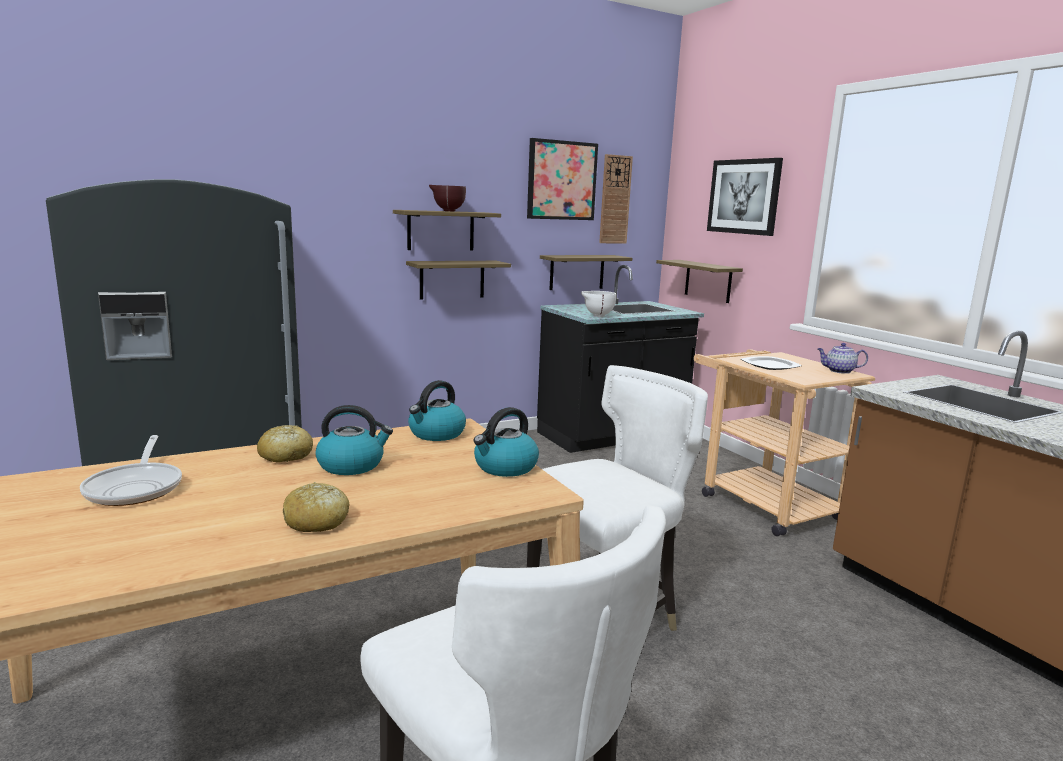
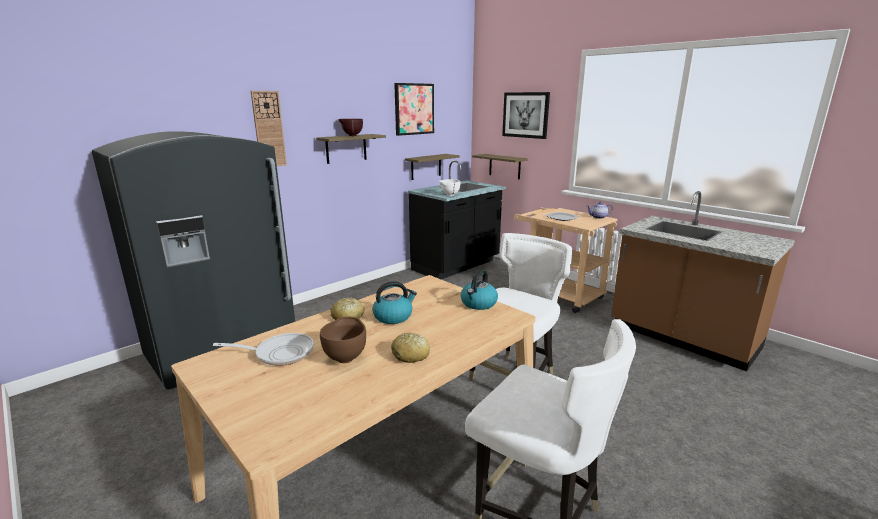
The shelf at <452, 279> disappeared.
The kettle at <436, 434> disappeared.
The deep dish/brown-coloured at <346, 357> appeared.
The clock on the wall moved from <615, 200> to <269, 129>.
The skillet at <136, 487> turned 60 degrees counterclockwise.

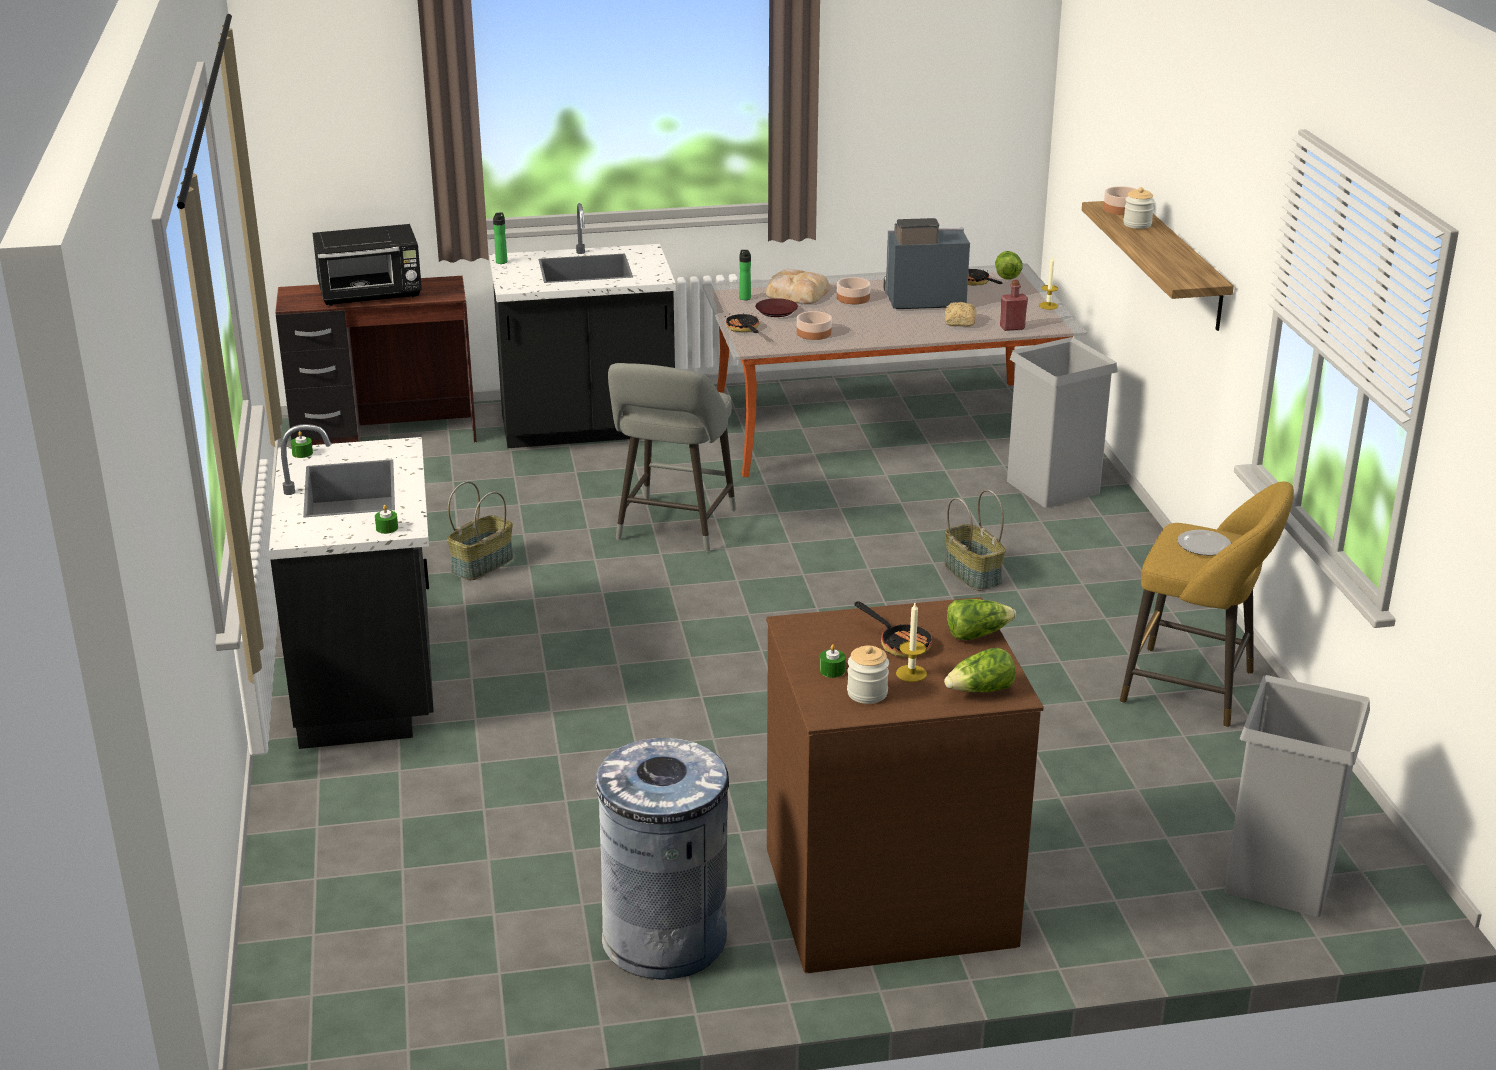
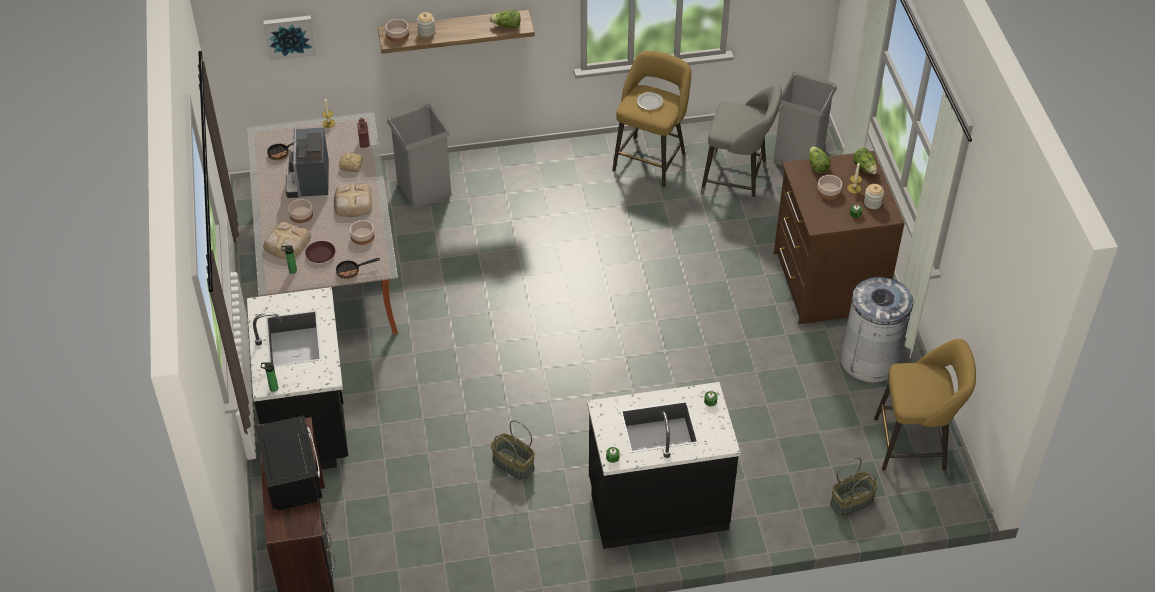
The wall picture at <290, 36> appeared.
The bread at <352, 203> appeared.
The stool seat/yellow-coloured at <914, 444> appeared.
The stool seat/greyish moved from <673, 528> to <738, 181>.
The basket moved from <973, 574> to <851, 501>.
The lettuce moved from <1006, 274> to <507, 26>.
The skillet at <899, 643> was replaced by the deep dish at <828, 191>.

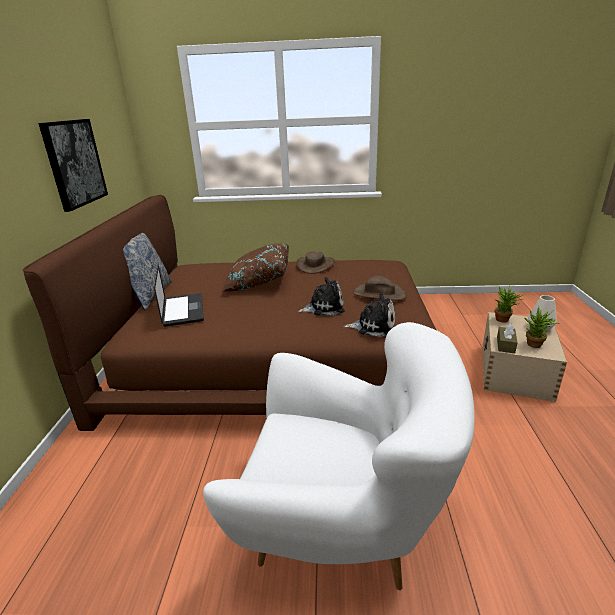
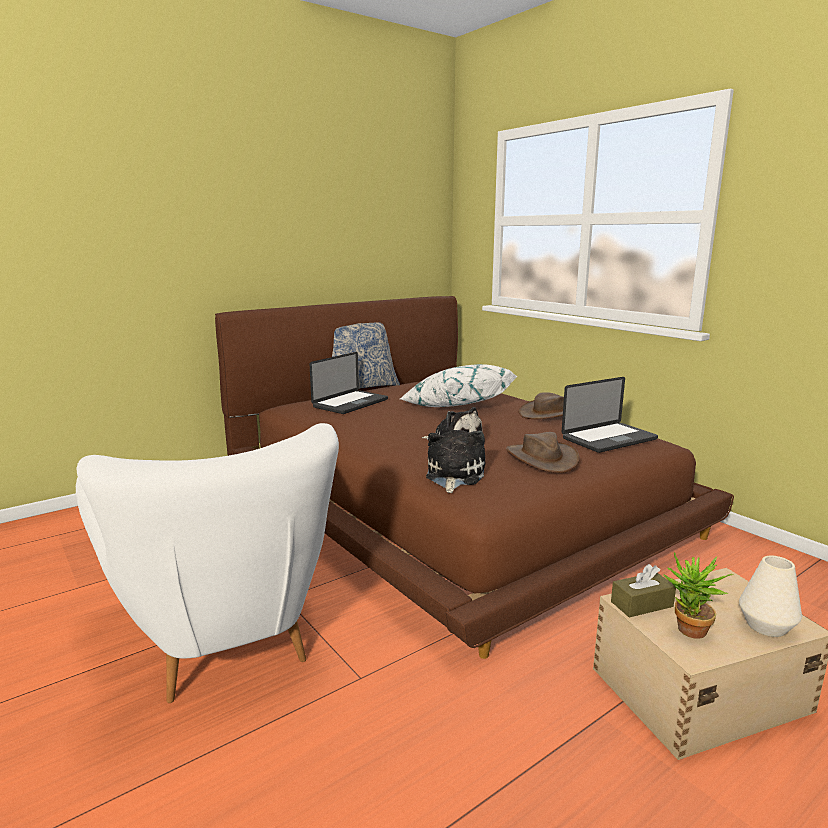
The wall picture at <74, 163> disappeared.
The plant in a pot at <504, 320> disappeared.
The notebook computer at <609, 439> appeared.
The throw pillow/brown-coloured at <258, 282> became the throw pillow/white-coloured at <456, 406>.
The plush toy at <373, 326> turned 135 degrees counterclockwise.

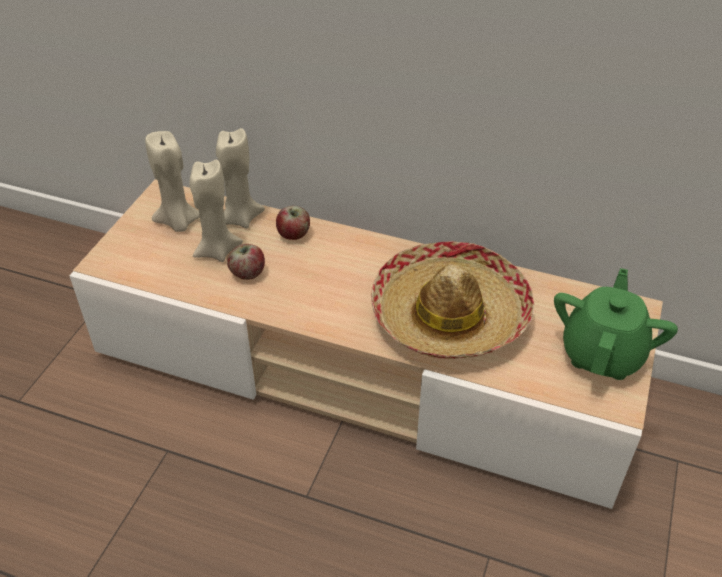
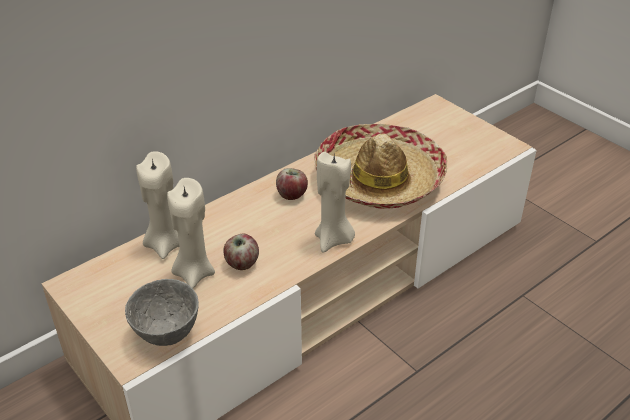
The tea pot/green-coloured at <602, 354> disappeared.
The deep dish/greyish at <168, 334> appeared.
The wax light/sand-coloured moved from <178, 222> to <333, 240>.
The whole apple moved from <294, 235> to <292, 195>.

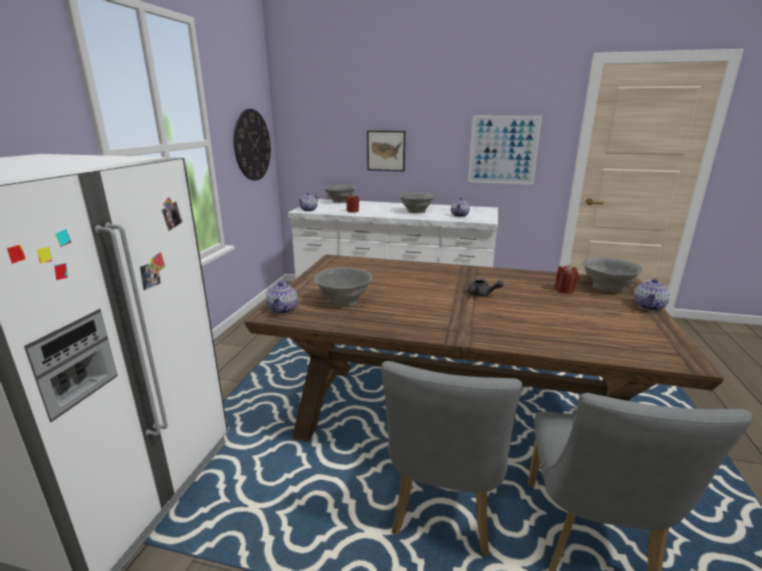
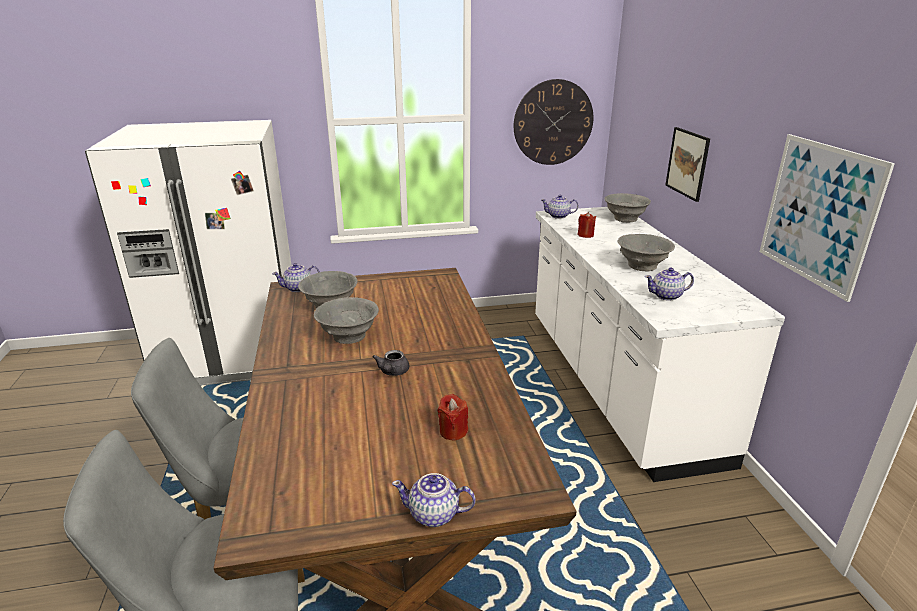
The deep dish/greyish moved from <607, 288> to <348, 336>.

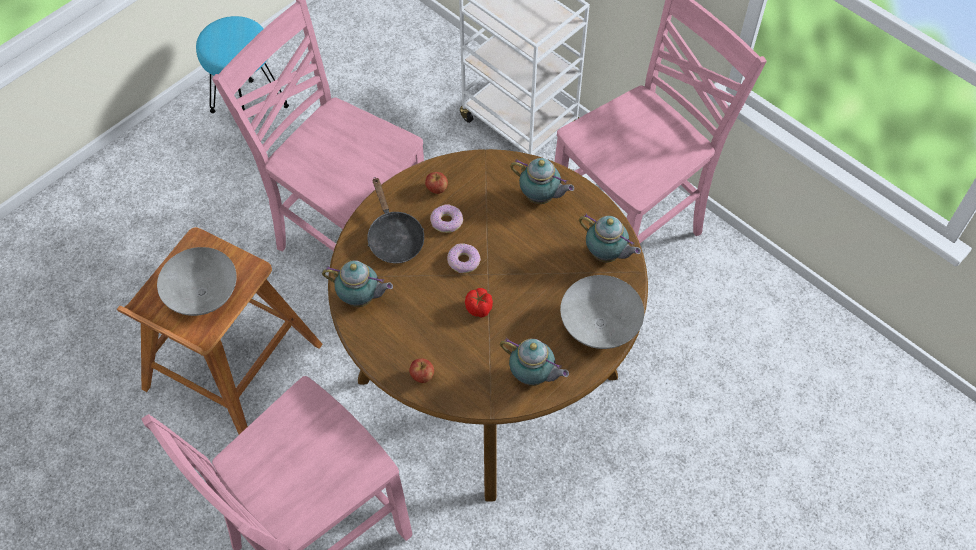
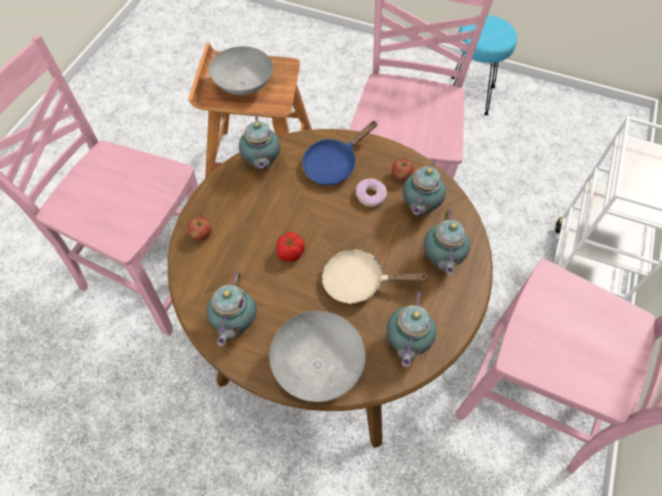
The donut at <463, 261> disappeared.
The skillet/sand-coloured at <359, 282> appeared.
The tea pot at <419, 208> appeared.
The skillet/black-coloured at <394, 237> became the skillet/blue-coloured at <333, 164>.

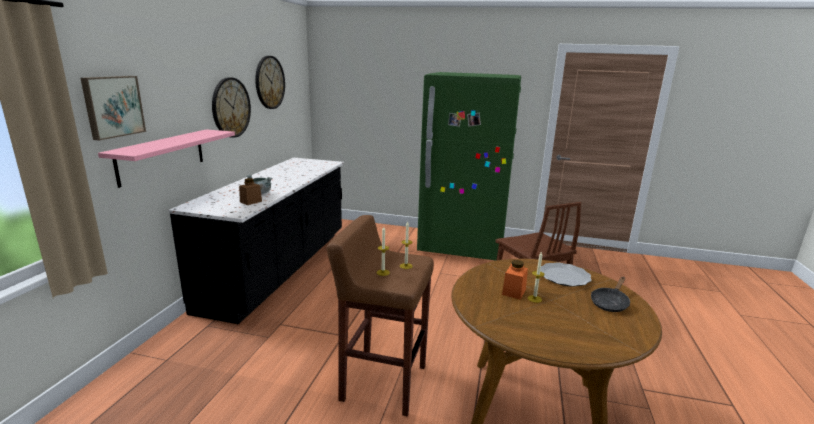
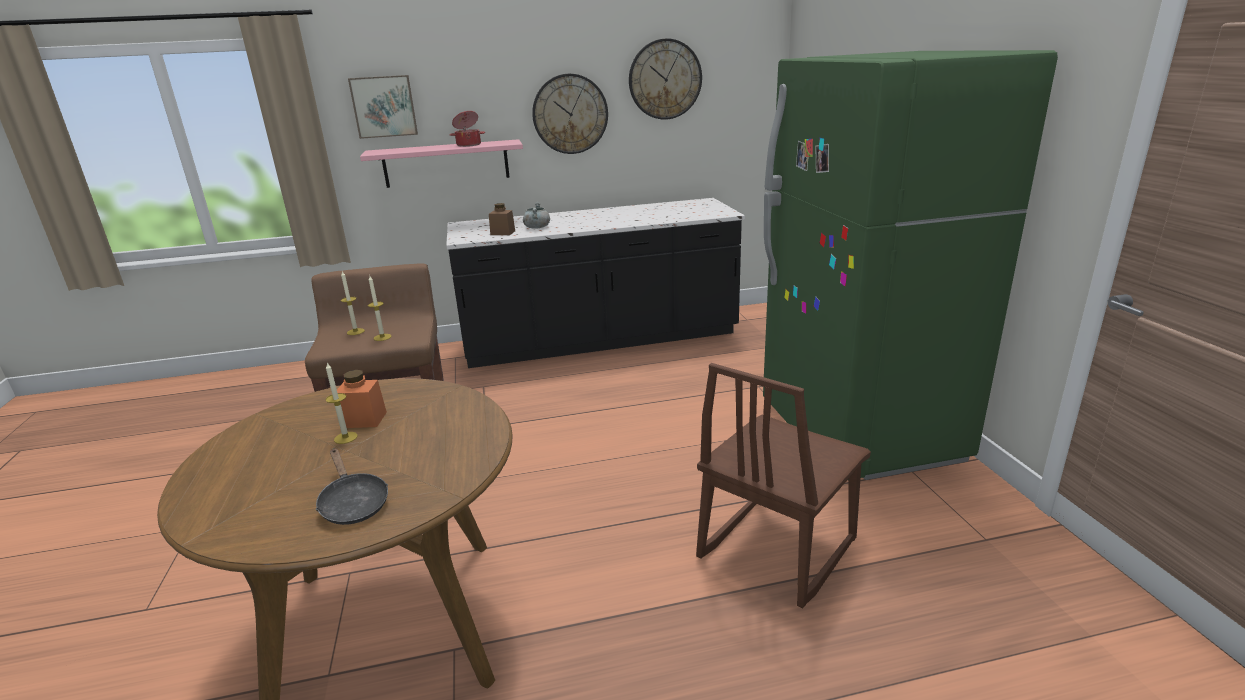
The dinner plate at <564, 276> disappeared.
The saucepot at <469, 145> appeared.
The skillet/black-coloured at <610, 303> turned 135 degrees counterclockwise.

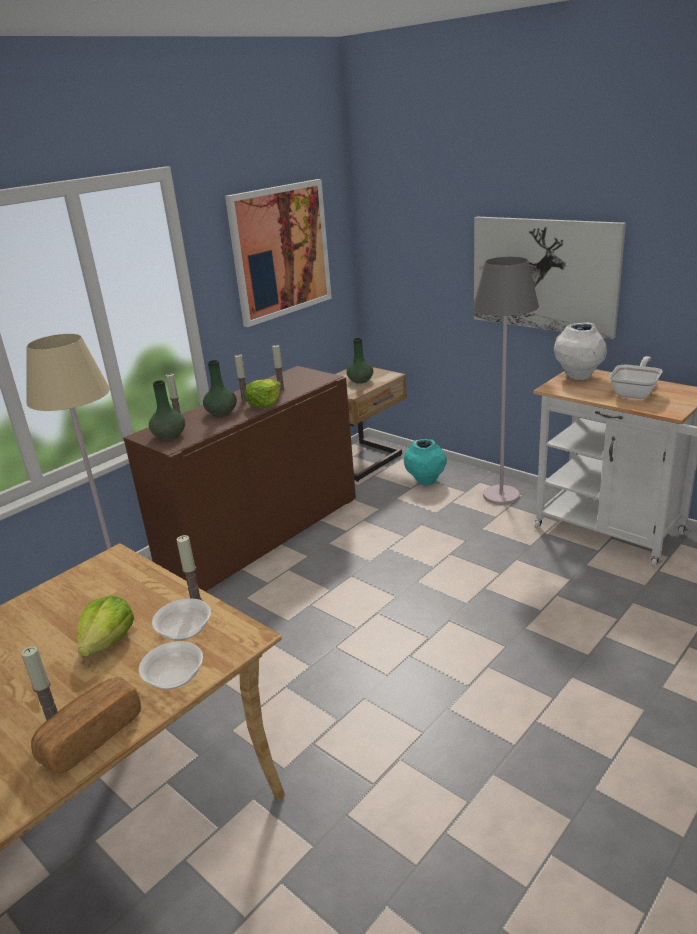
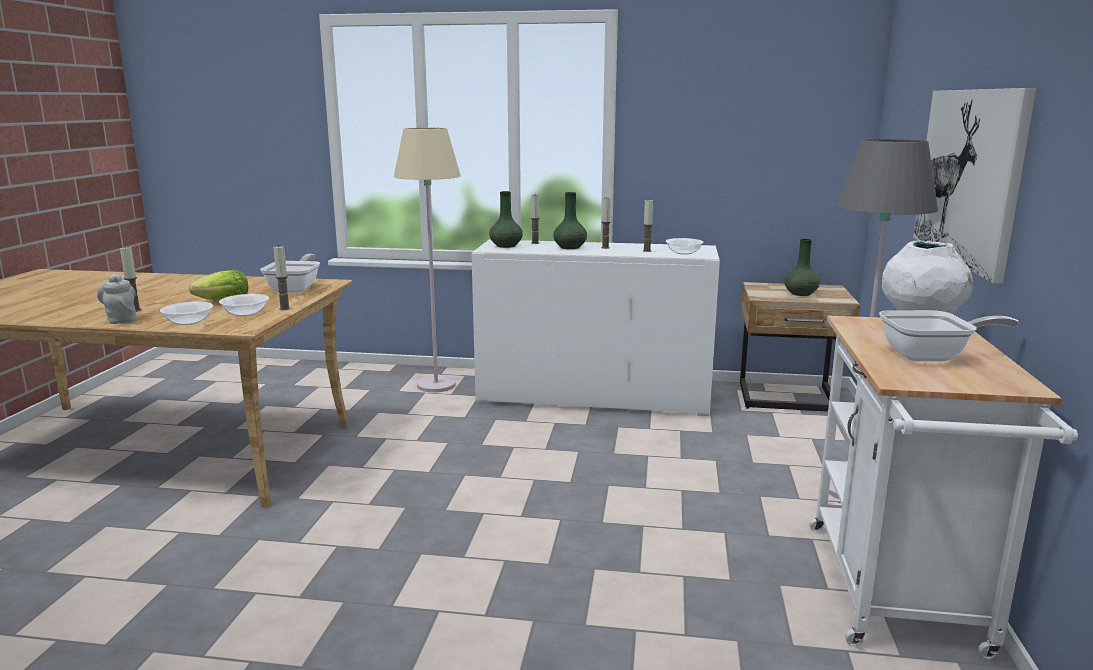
The wall picture at <280, 251> disappeared.
The lettuce at <264, 403> disappeared.
The decorative vase/blue-green at <426, 481> disappeared.
The skillet at <296, 288> appeared.
The deep dish at <683, 253> appeared.
The bread at <91, 737> was replaced by the tea pot/greyish at <121, 319>.
The cupboard/brown-coloured at <262, 534> became the cupboard/white-coloured at <593, 397>.

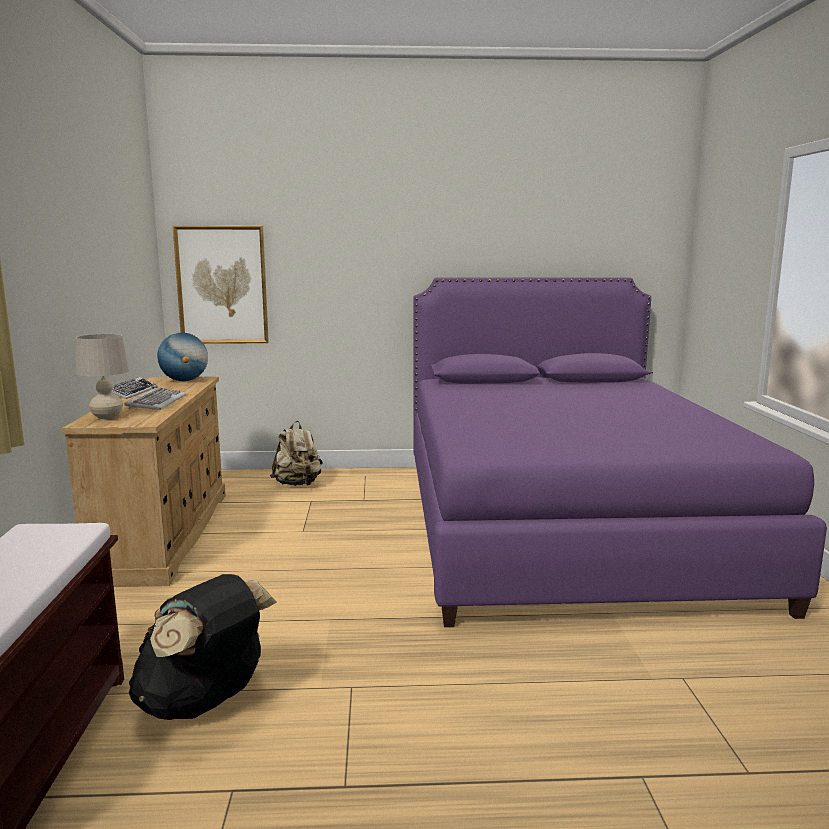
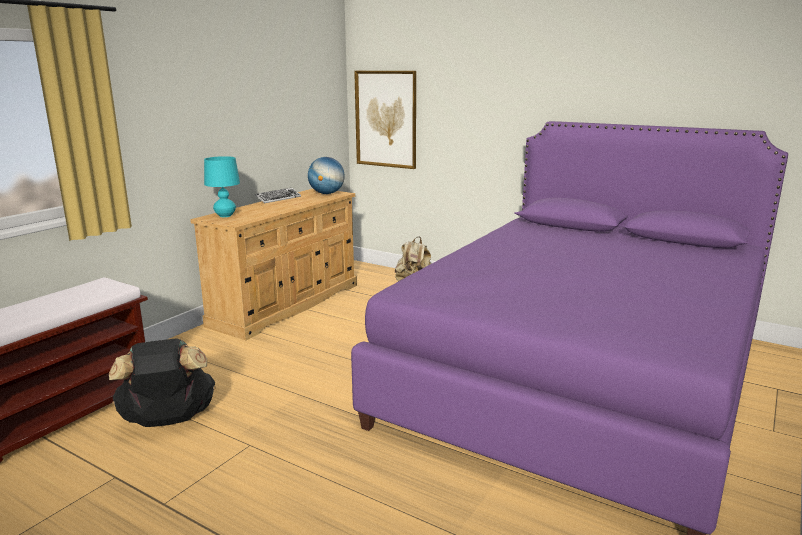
The computer keyboard at <156, 402> disappeared.
The table lamp/sand-coloured at <107, 417> became the table lamp/blue-green at <225, 216>.

